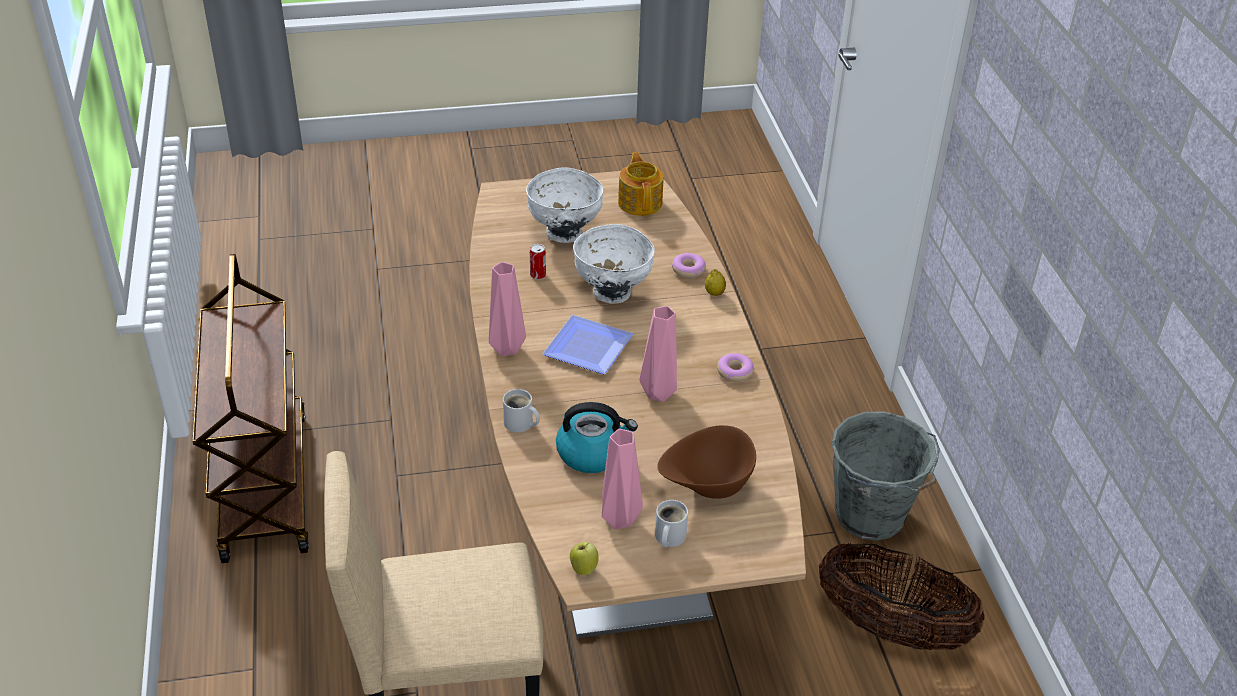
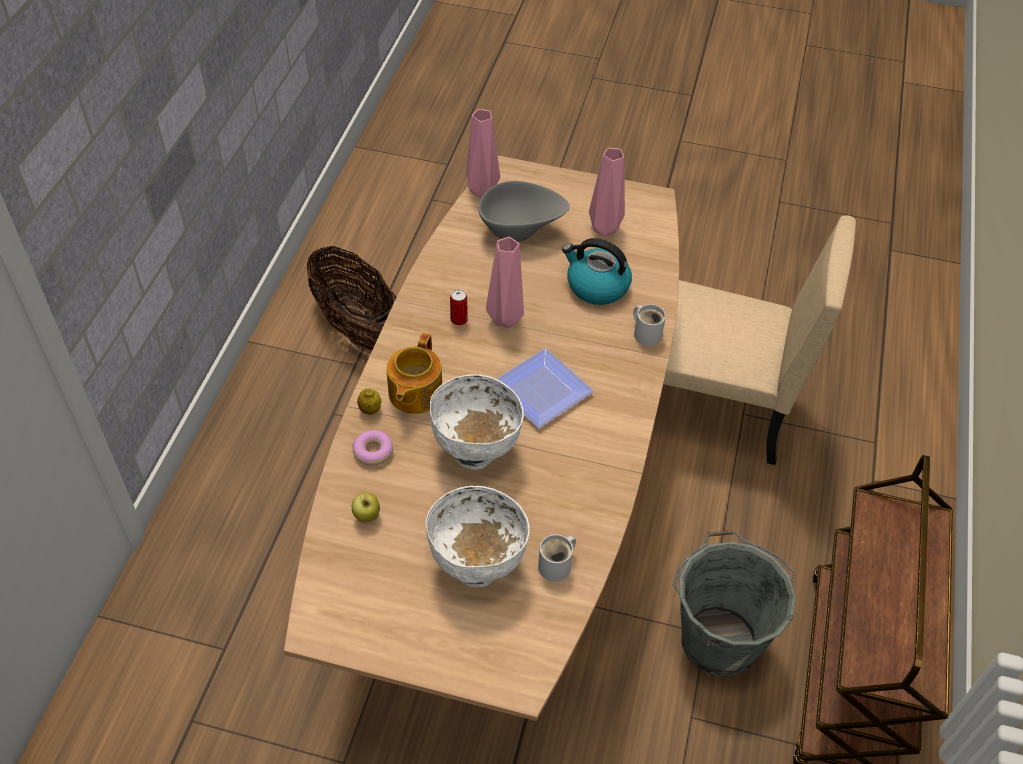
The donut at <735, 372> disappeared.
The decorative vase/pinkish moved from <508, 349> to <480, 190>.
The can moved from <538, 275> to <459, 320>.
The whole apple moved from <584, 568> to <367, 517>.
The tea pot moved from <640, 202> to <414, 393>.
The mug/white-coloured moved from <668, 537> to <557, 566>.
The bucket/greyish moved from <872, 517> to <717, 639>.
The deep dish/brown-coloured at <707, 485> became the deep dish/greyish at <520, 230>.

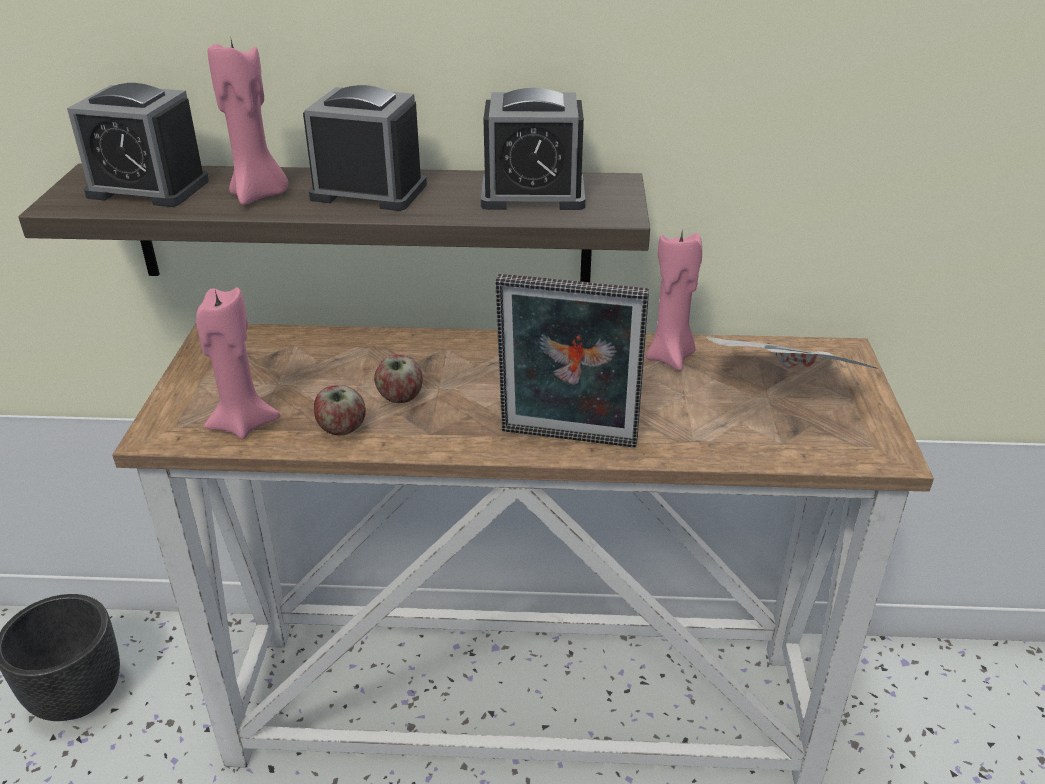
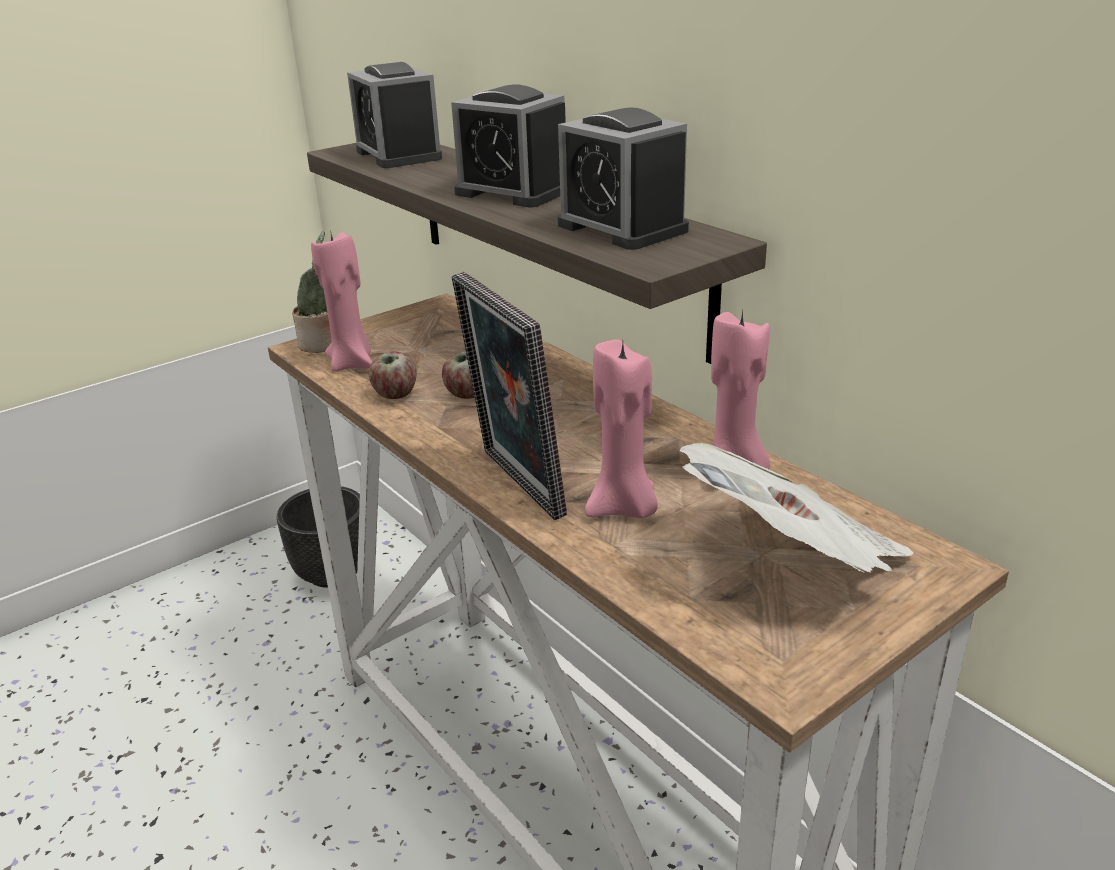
The plant in a pot at <322, 344> appeared.
The wax light/pinkish moved from <259, 195> to <624, 508>.
The table clock at <369, 191> turned 150 degrees clockwise.

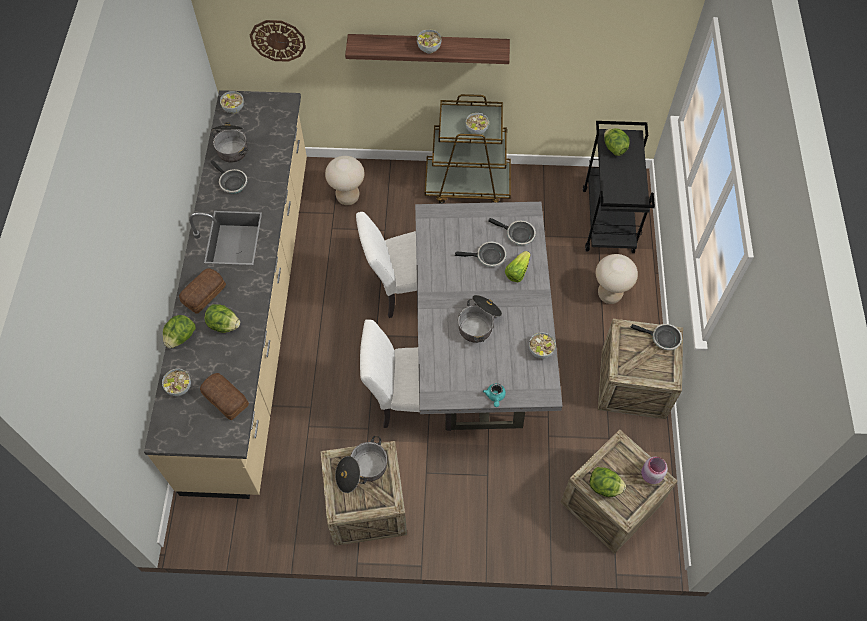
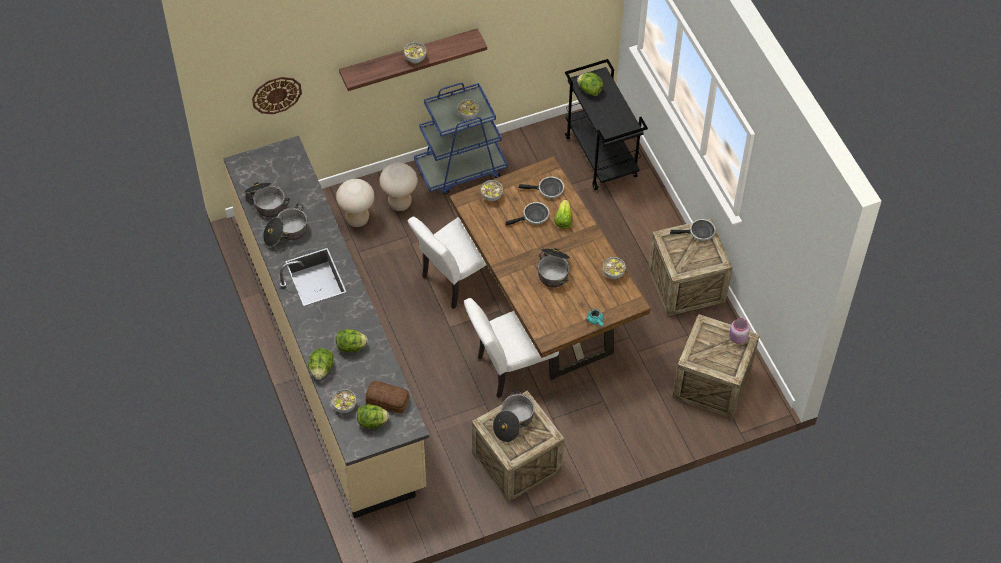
The bread at <205, 294> disappeared.
The deep dish moved from <233, 108> to <491, 196>.
The lettuce moved from <604, 487> to <372, 422>.
The stool seat/sand-coloured moved from <609, 294> to <400, 203>.
The skillet at <232, 183> was replaced by the saucepot at <286, 233>.
The dinner table/greyish at <480, 349> became the dinner table/brown-coloured at <546, 305>.
The wheeled cart/brown-coloured at <468, 184> became the wheeled cart/blue-coloured at <461, 169>.

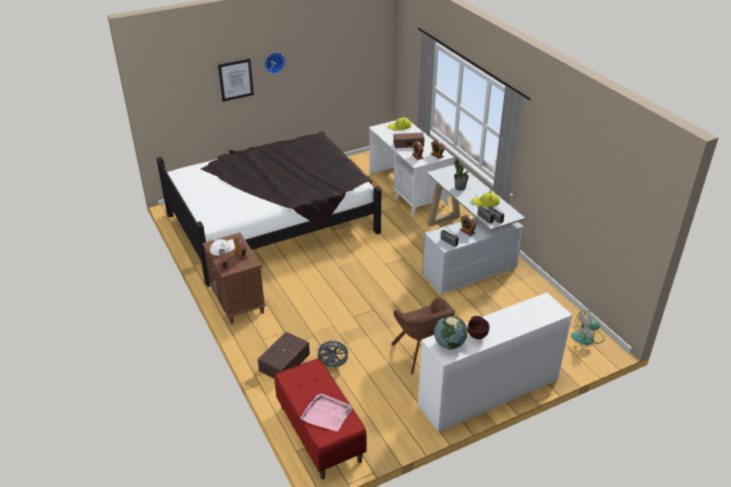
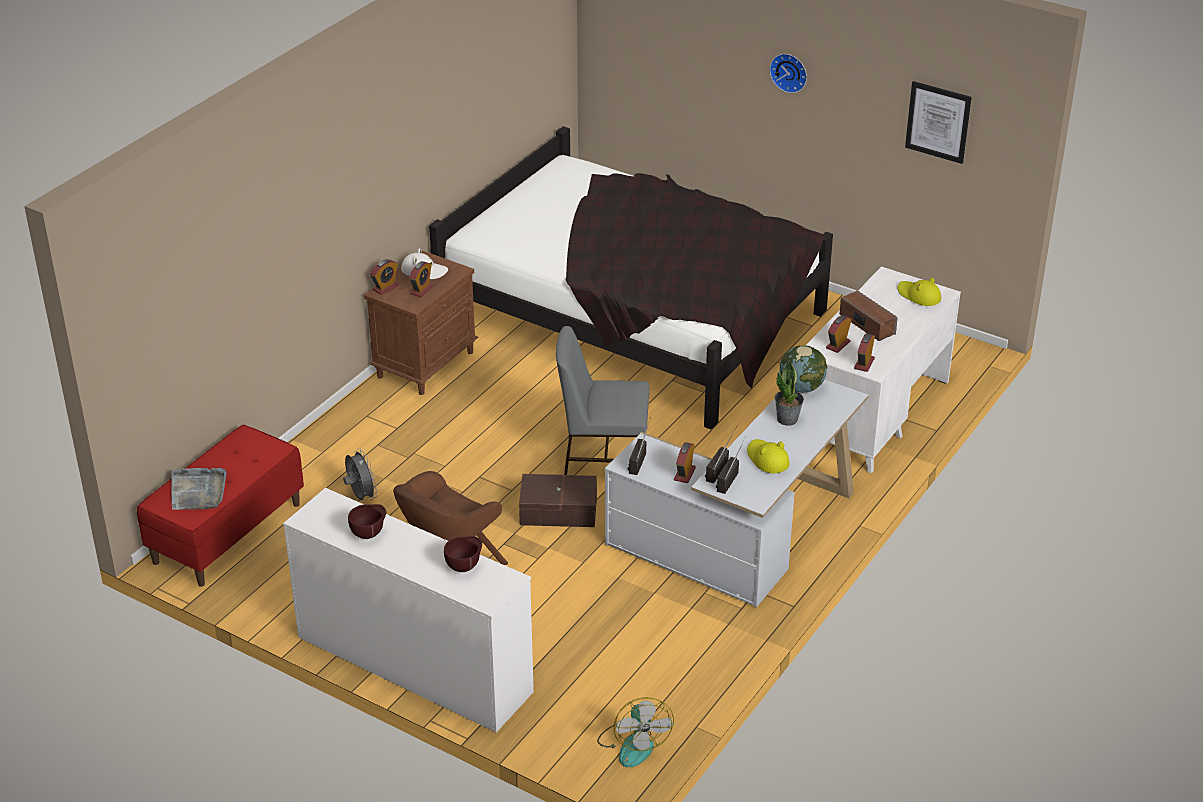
The deep dish/brown-coloured at <464, 567> appeared.
The chair/greyish at <603, 458> appeared.
The wall picture moved from <235, 79> to <938, 122>.
The storage bin/brown-coloured moved from <283, 362> to <557, 510>.
The desk globe moved from <449, 344> to <801, 388>.
The tray/pinkish at <326, 414> became the tray/greyish at <198, 491>.
The cooling fan at <587, 337> turned 150 degrees counterclockwise.

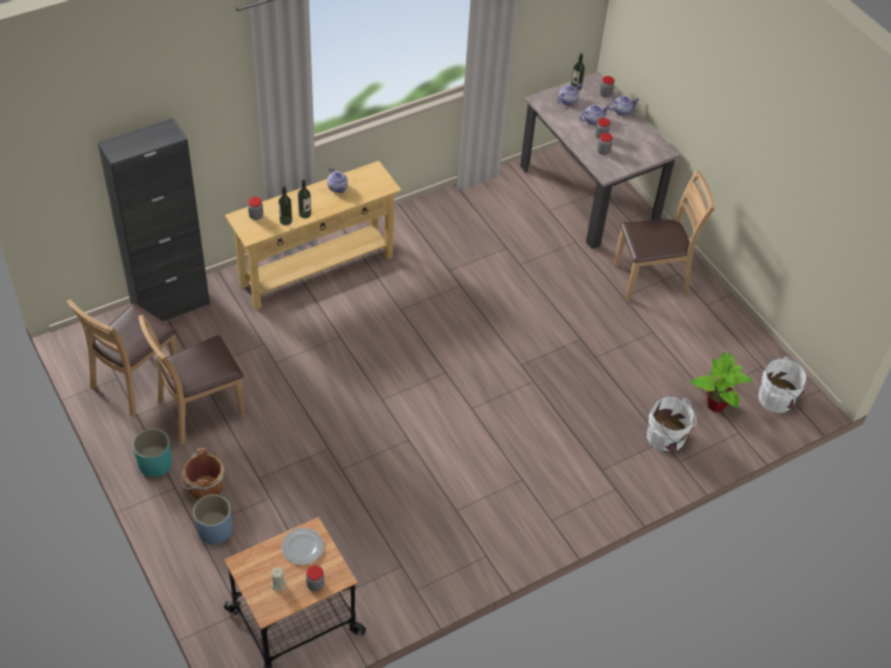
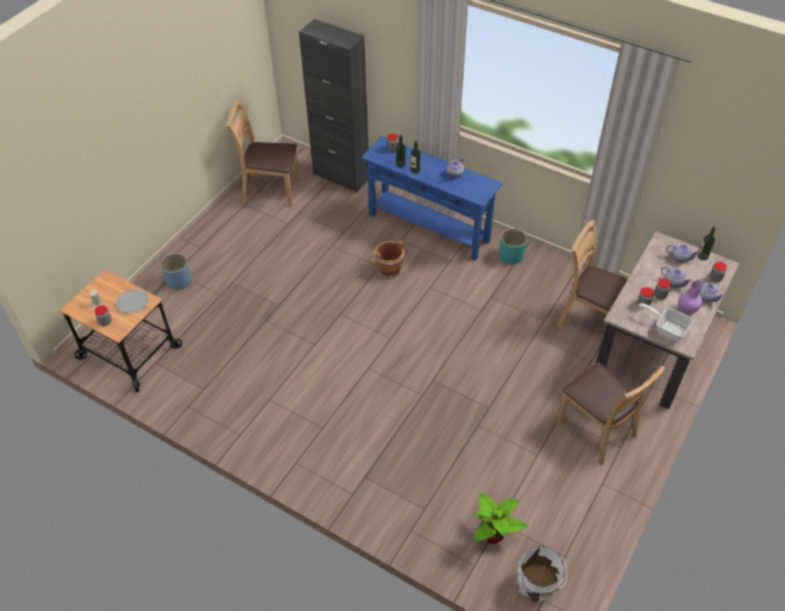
The bucket/white-coloured at <667, 437> disappeared.
The skillet at <667, 328> appeared.
The decorative vase/purple-coloured at <686, 310> appeared.
The plant pot/blue-green moved from <155, 464> to <511, 256>.
The chair/brown-coloured moved from <200, 410> to <591, 321>.
The bucket/brown-coloured moved from <204, 490> to <388, 269>.
The console table/sand-coloured at <316, 270> became the console table/blue-coloured at <429, 227>.

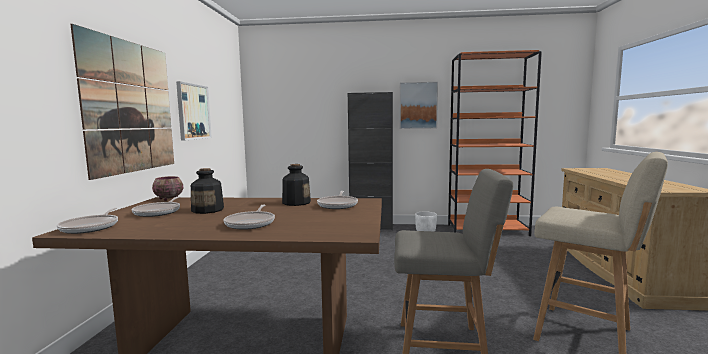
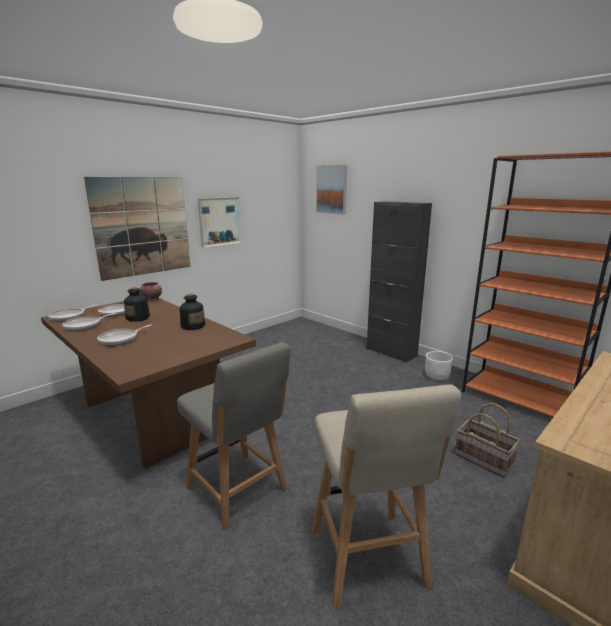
The basket at <484, 459> appeared.
The skillet moved from <338, 205> to <84, 326>.
The wall picture moved from <418, 105> to <331, 189>.

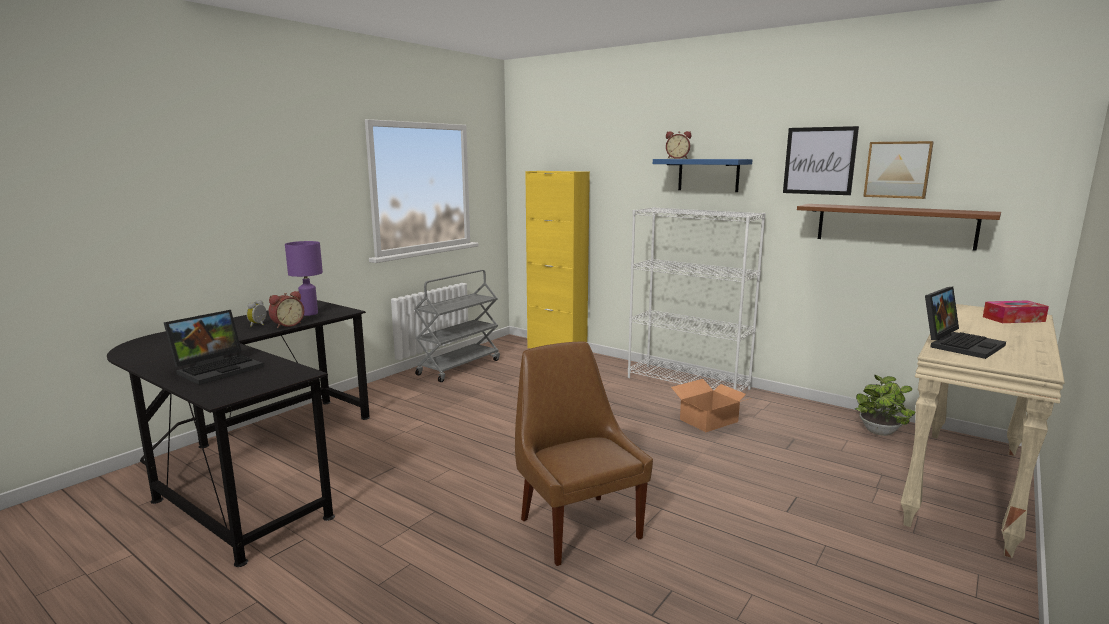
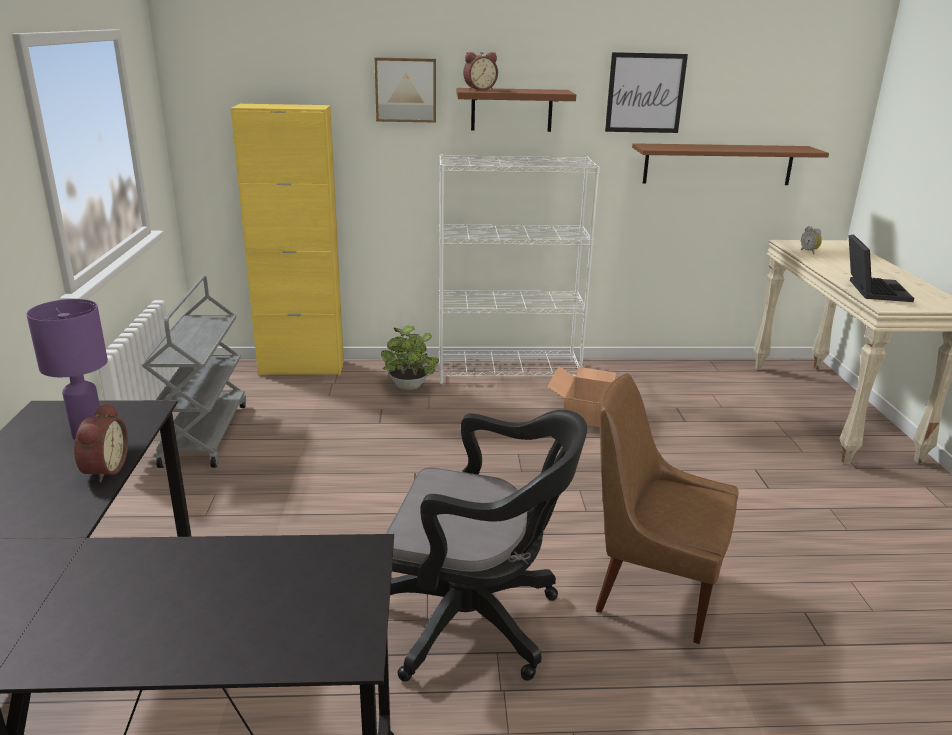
The notebook computer at <219, 368> disappeared.
The box of tissues at <1013, 319> disappeared.
The desk chair/black-coloured at <476, 621> appeared.
The table clock moved from <259, 325> to <809, 252>.
The plant in a pot moved from <879, 433> to <409, 387>.
The wall picture moved from <897, 169> to <406, 90>.
The shelf/blue-coloured at <708, 175> became the shelf/brown-coloured at <511, 110>.

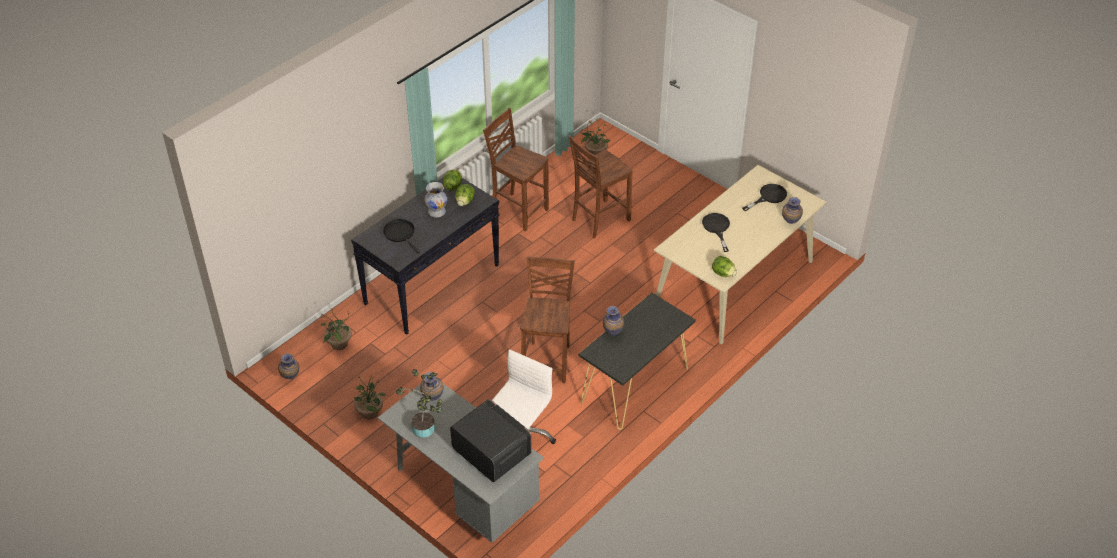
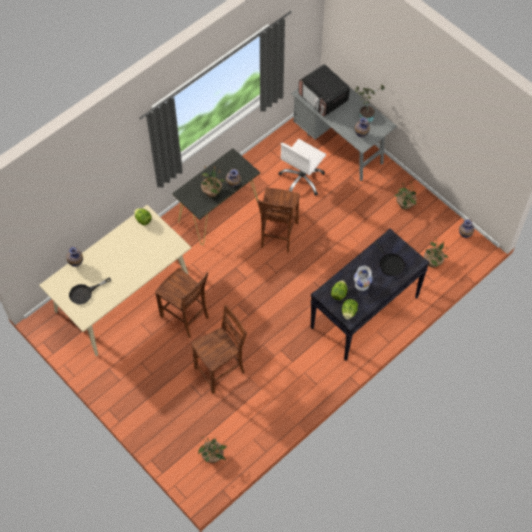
The skillet/black-coloured at <717, 228> disappeared.
The plant in a pot at <212, 191> appeared.
The chair/brown-coloured moved from <518, 210> to <185, 317>.

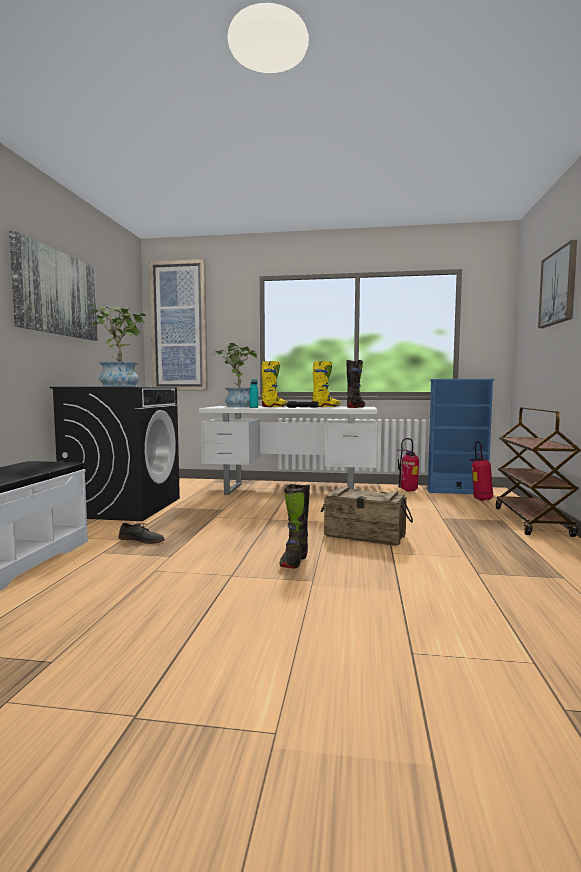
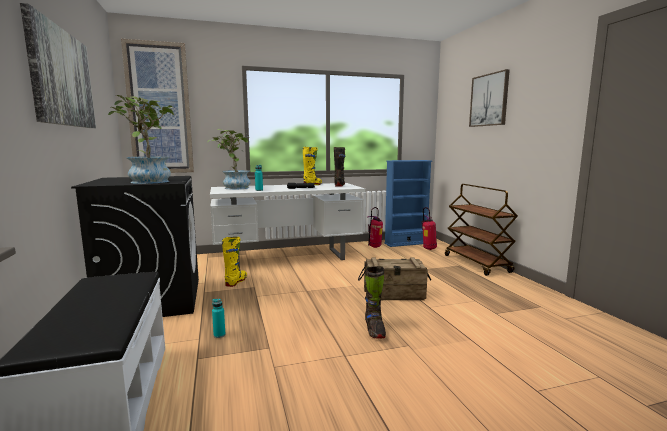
The tall boot/yellow-coloured moved from <274, 406> to <236, 282>.
The low shoe/greyish at <141, 540> was replaced by the drink bottle/blue-green at <219, 335>.

